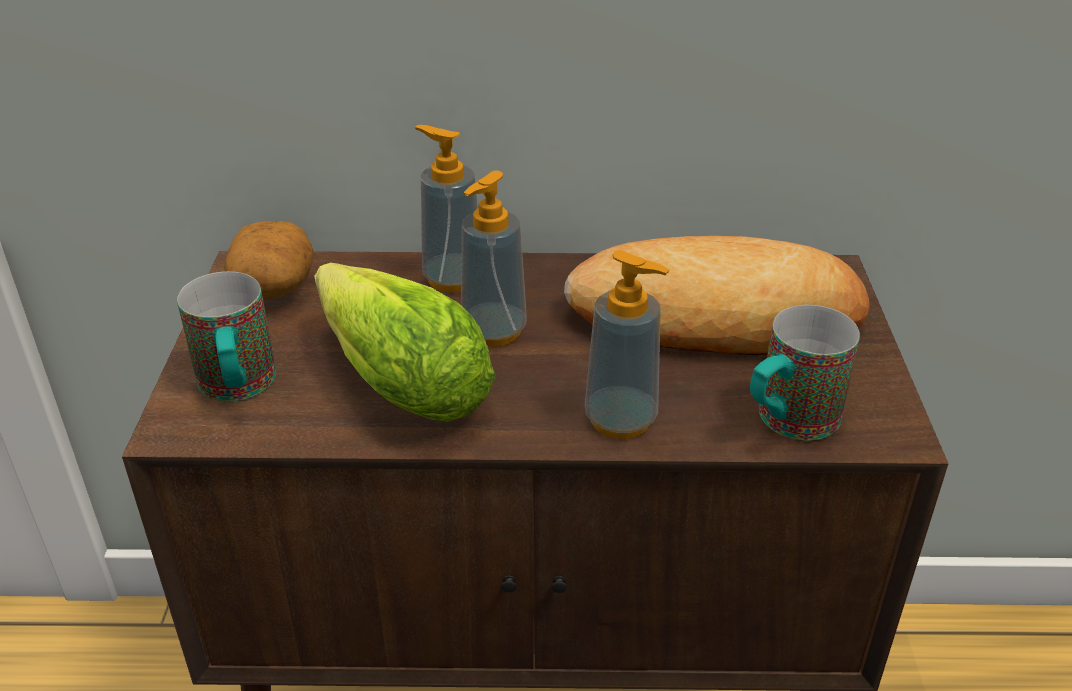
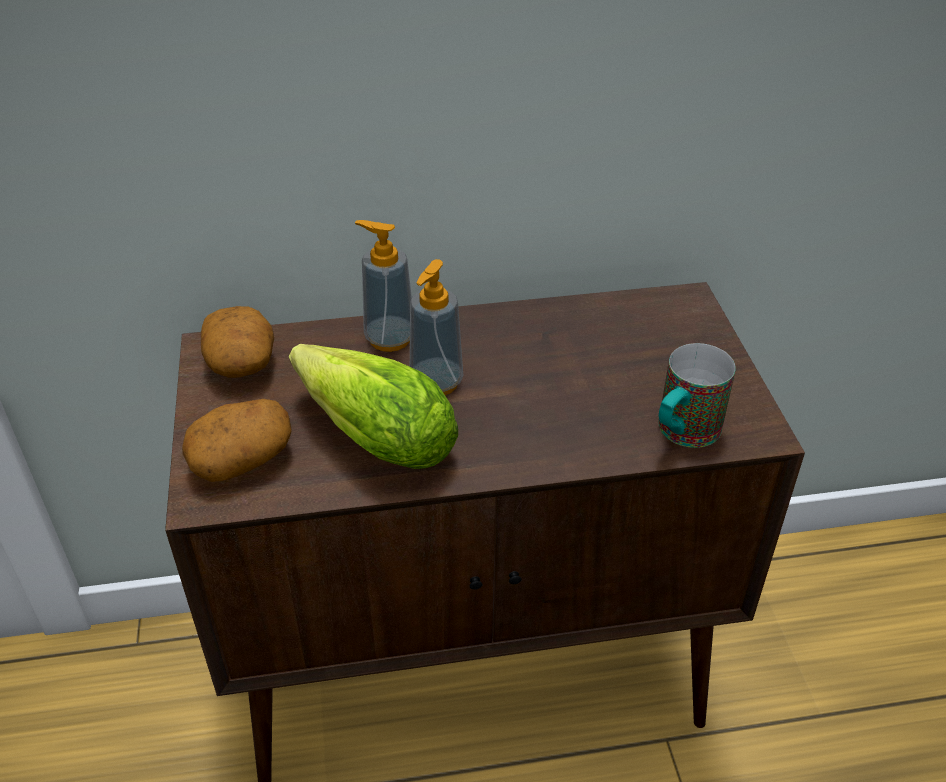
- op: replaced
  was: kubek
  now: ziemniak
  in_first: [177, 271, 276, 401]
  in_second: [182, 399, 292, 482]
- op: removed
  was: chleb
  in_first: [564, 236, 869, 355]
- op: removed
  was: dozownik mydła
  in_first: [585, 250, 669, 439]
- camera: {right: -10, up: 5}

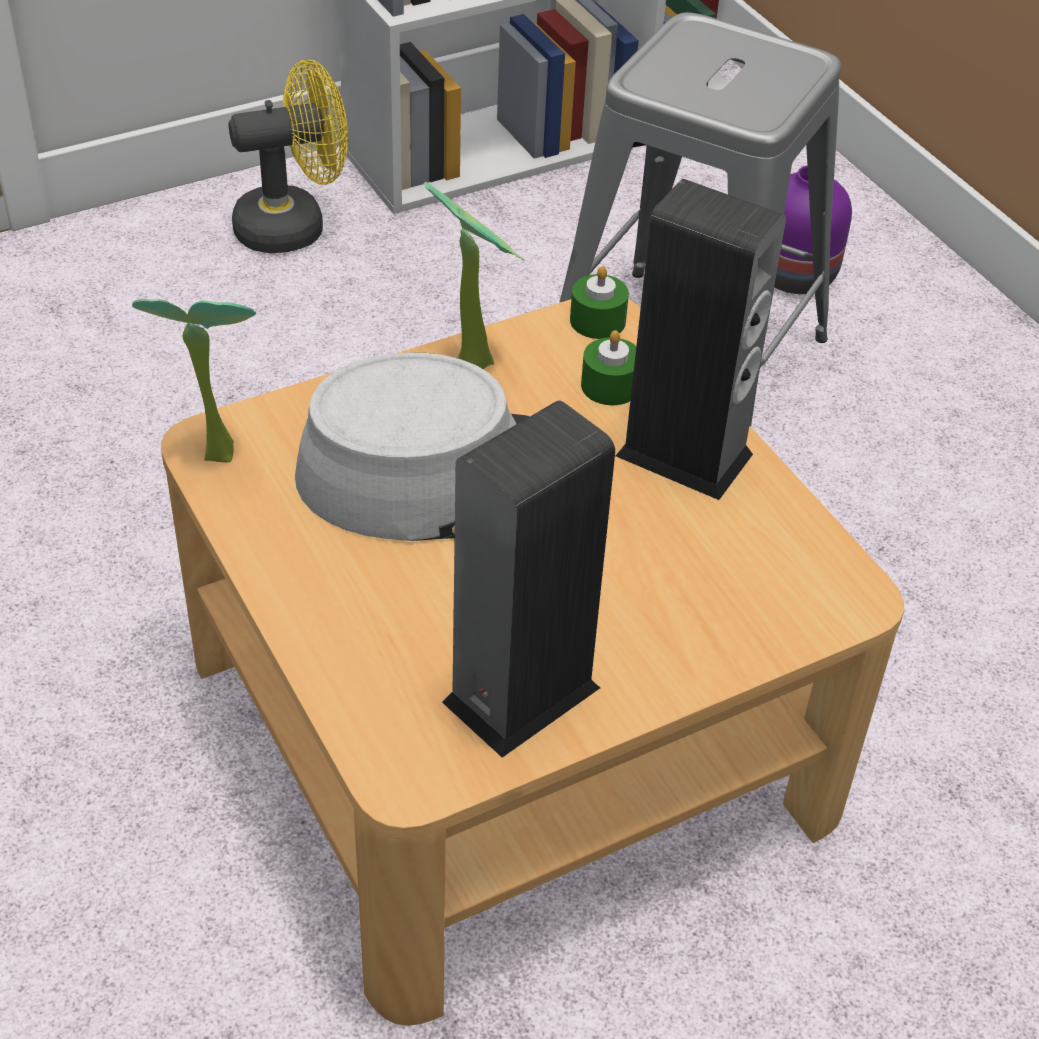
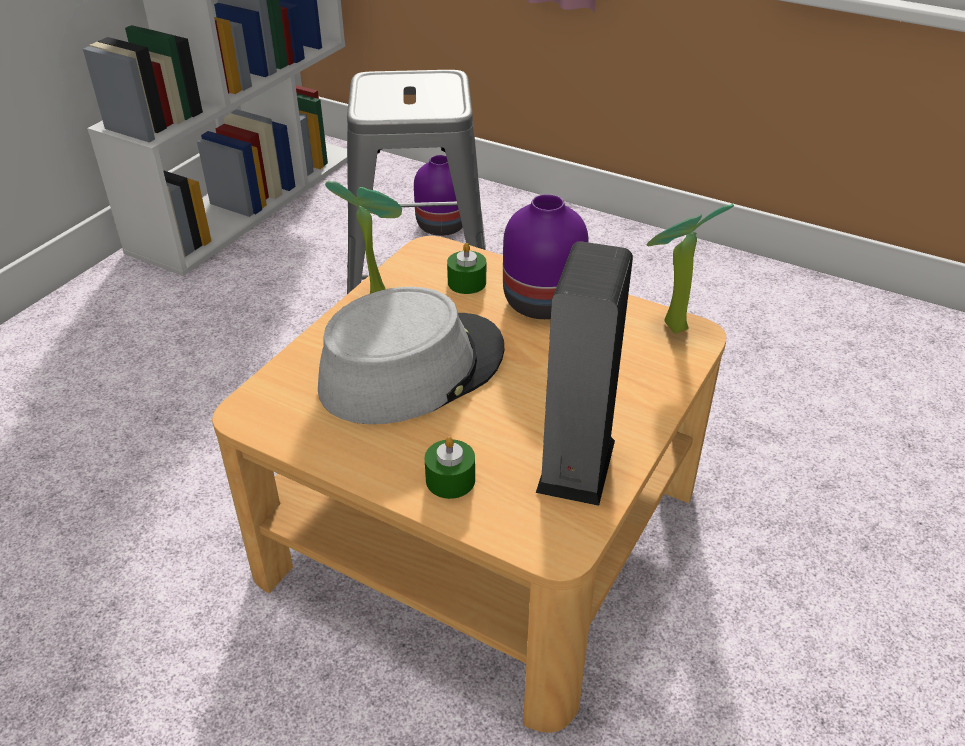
- op: moved
  was: roślina doniczkowa
  in_first: [132, 299, 256, 462]
  in_second: [646, 204, 734, 333]
- op: removed
  was: wentylator [żółty]
  in_first: [229, 59, 348, 254]
- op: moved
  was: świeca [zielony]
  in_first: [570, 266, 629, 339]
  in_second: [425, 437, 475, 499]
- op: replaced
  was: głośnik
  now: wazon [fioletowy]
  in_first: [615, 179, 786, 500]
  in_second: [503, 194, 589, 319]
- camera: {right: -30, up: -5}

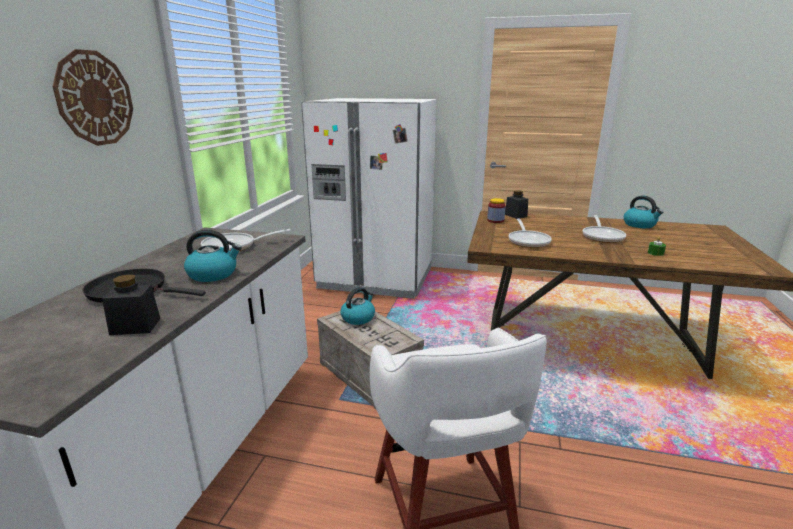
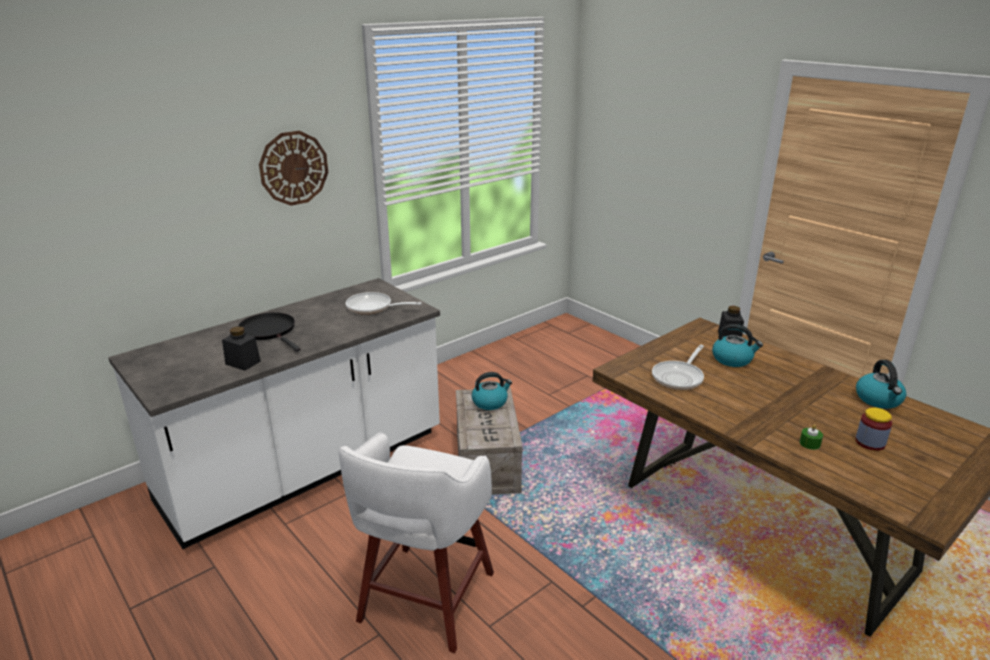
- op: moved
  was: czajnik
  in_first: [184, 230, 242, 282]
  in_second: [712, 324, 763, 367]
- op: removed
  was: lodówka [biały]
  in_first: [301, 98, 436, 299]
- op: moved
  was: słoik
  in_first: [487, 198, 506, 223]
  in_second: [855, 407, 892, 451]
- op: removed
  was: patelnia
  in_first: [583, 215, 626, 243]
- camera: {right: 35, up: 5}

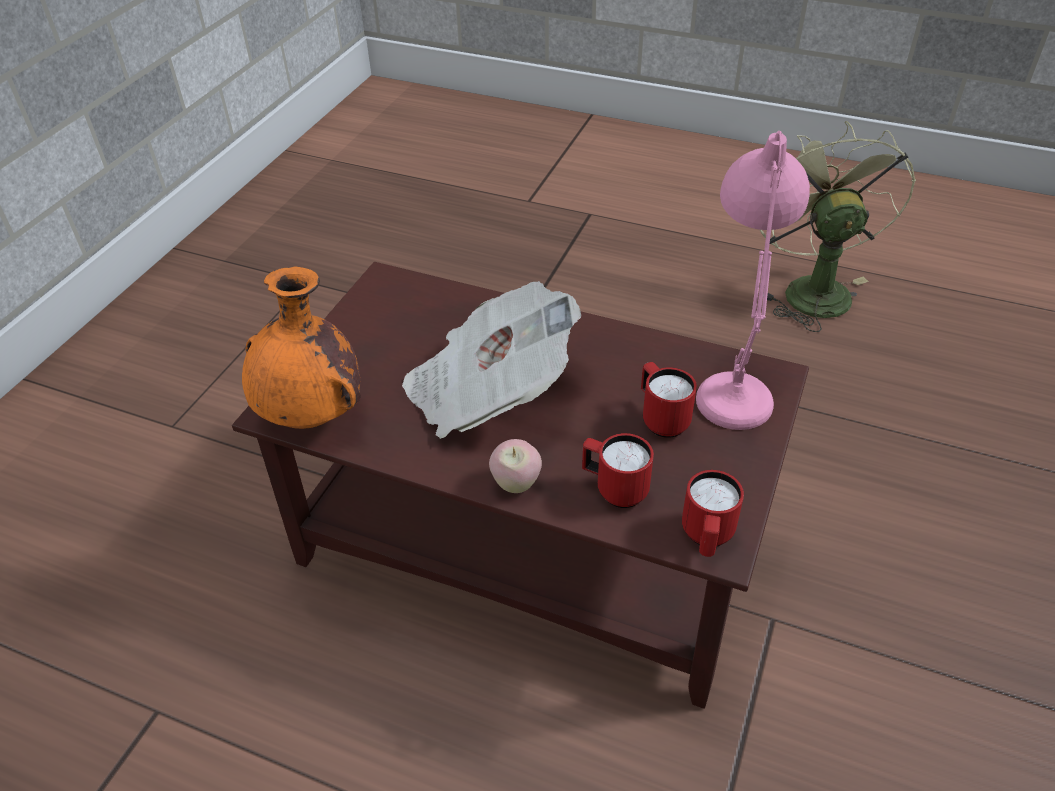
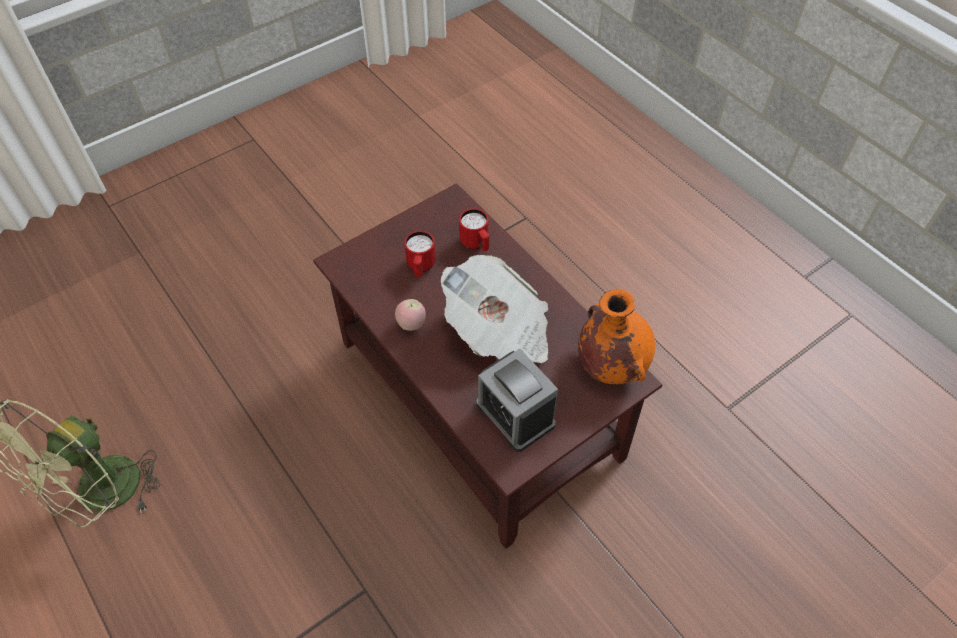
- op: moved
  was: jabłko
  in_first: [489, 439, 542, 493]
  in_second: [395, 299, 426, 331]
- op: removed
  was: kubek [czerwony]
  in_first: [682, 470, 744, 557]
- op: removed
  was: lampa stołowa [różowy]
  in_first: [696, 131, 810, 430]
- op: added
  now: budzik
  in_second: [476, 349, 558, 452]
- camera: {right: -150, up: 10}

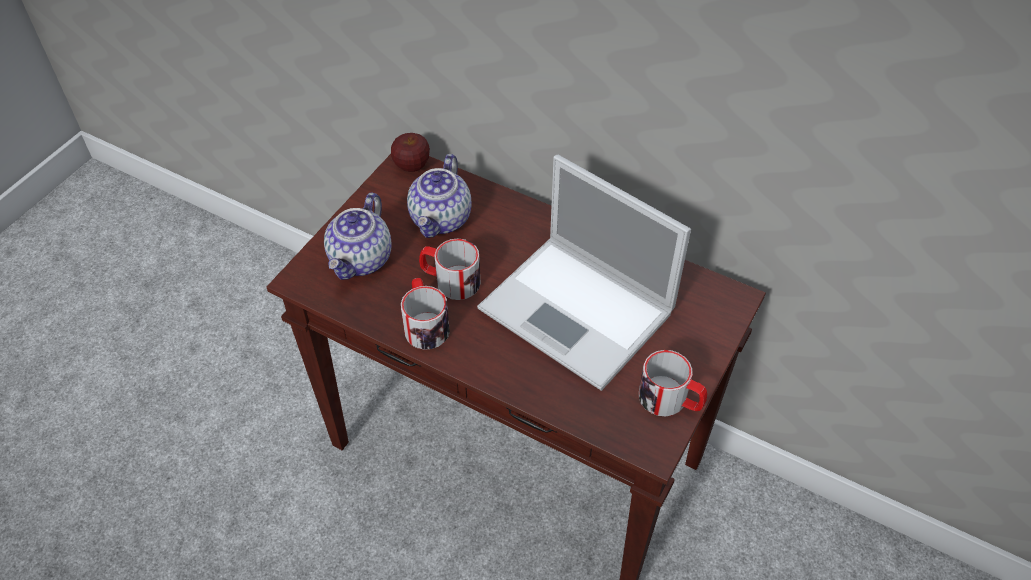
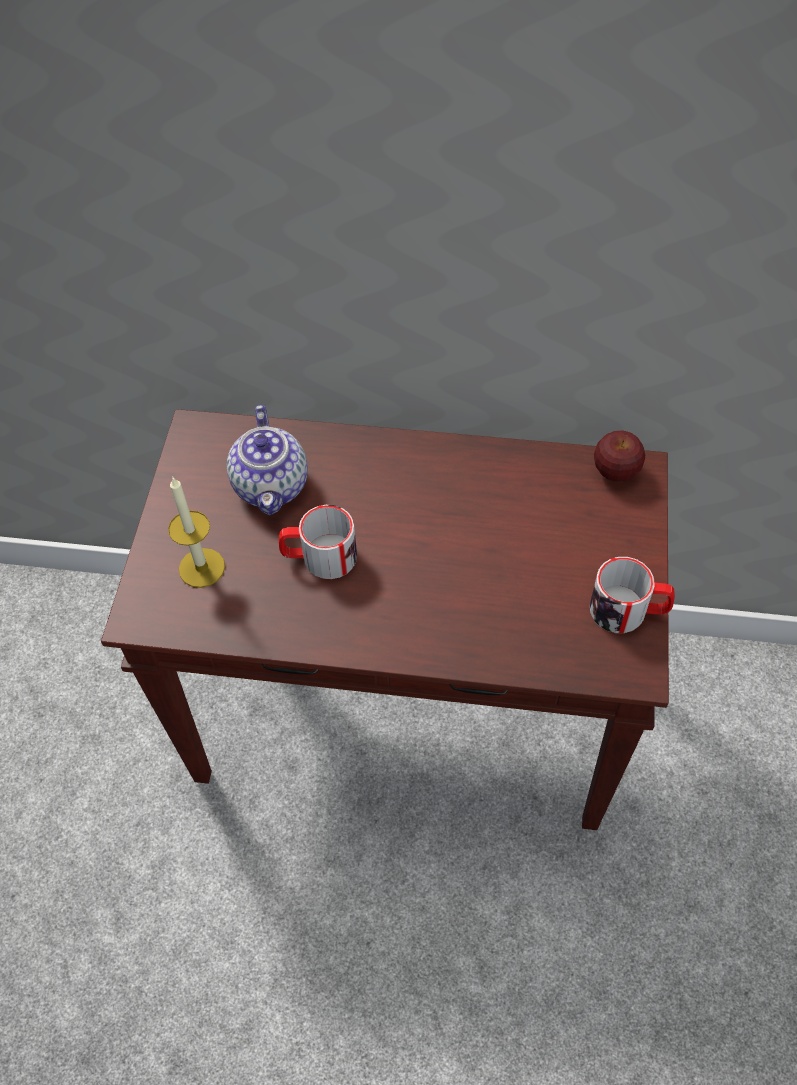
- op: replaced
  was: imbryk
  now: świeca
  in_first: [324, 193, 392, 280]
  in_second: [168, 478, 225, 588]
- op: moved
  was: jabłko
  in_first: [391, 133, 430, 172]
  in_second: [594, 431, 645, 482]
- op: removed
  was: kubek
  in_first: [401, 278, 450, 350]
- op: removed
  was: laptop
  in_first: [477, 155, 691, 391]
- camera: {right: -20, up: 5}

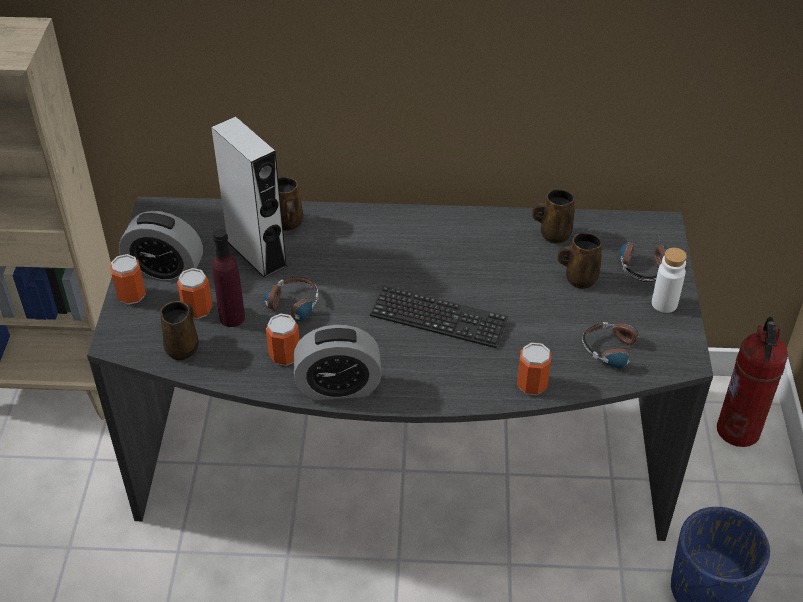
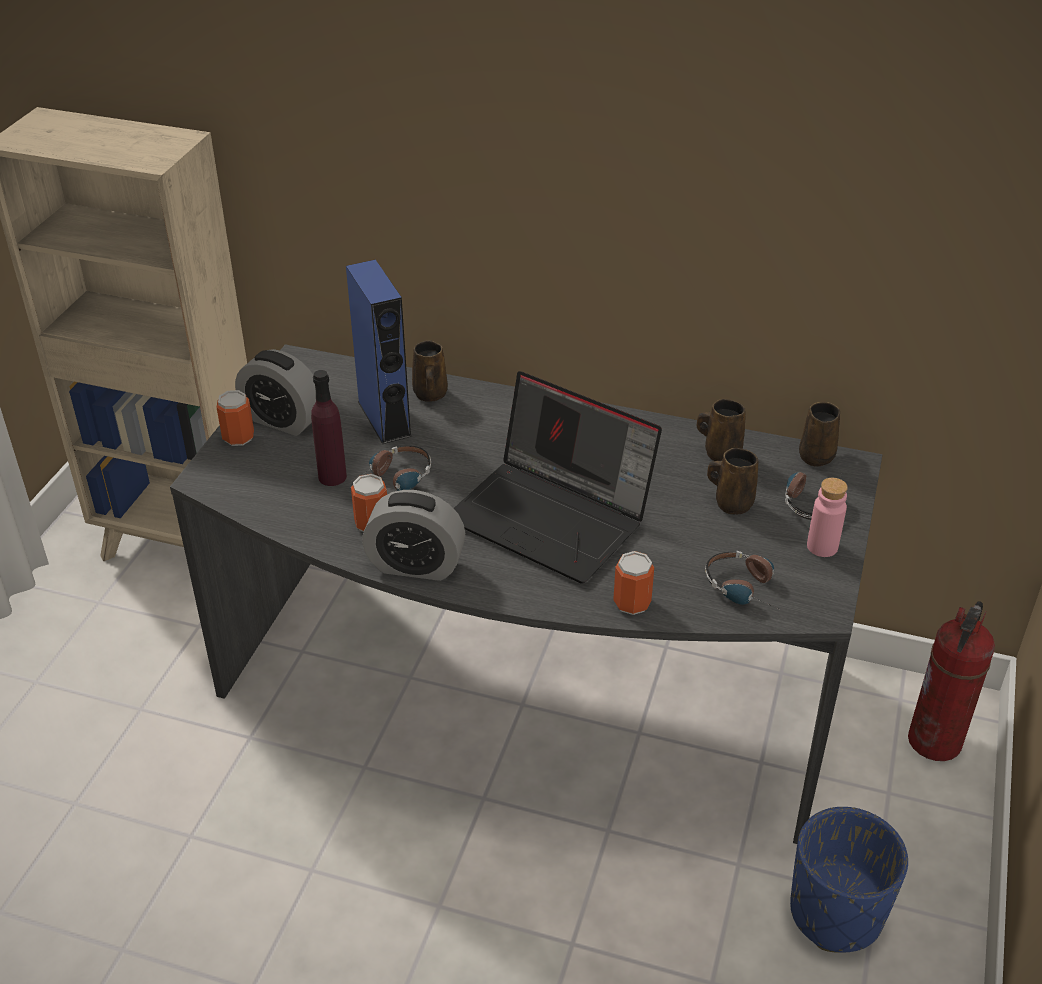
- op: moved
  was: kubek [brązowy]
  in_first: [160, 301, 199, 360]
  in_second: [799, 402, 840, 467]
- op: removed
  was: puszka
  in_first: [177, 268, 213, 319]
- op: recoloured
  was: głośnik [szary]
  now: głośnik [niebieski]
  in_first: [211, 116, 288, 278]
  in_second: [346, 259, 412, 444]
- op: replaced
  was: klawiatura
  now: laptop
  in_first: [370, 285, 508, 348]
  in_second: [453, 371, 662, 584]
- op: recoloured
  was: butelka [biały]
  now: butelka [różowy]
  in_first: [652, 248, 687, 313]
  in_second: [807, 478, 848, 557]
- camera: {right: 15, up: -5}

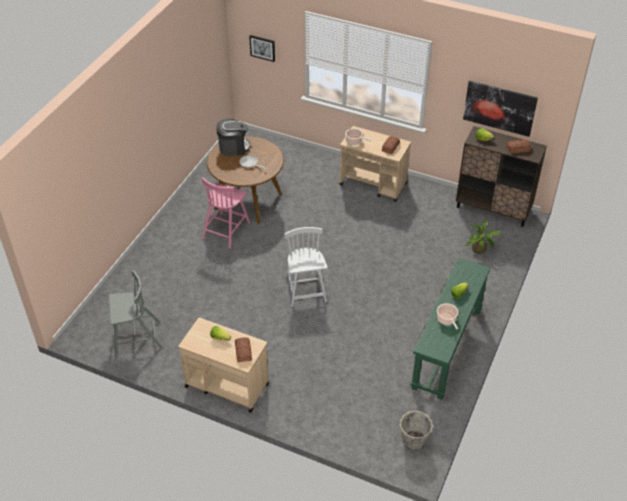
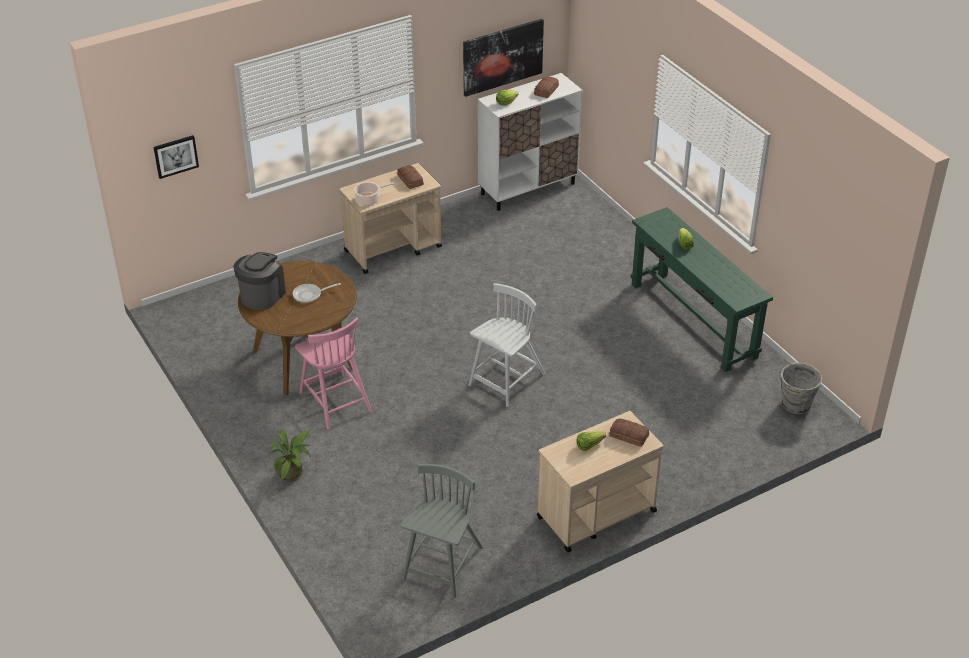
- op: turned
  was: krzesło [biały]
  in_first: [285, 227, 328, 307]
  in_second: [469, 283, 545, 407]
  clockwise: 105
- op: removed
  was: garnek
  in_first: [437, 303, 459, 329]
- op: recoloured
  was: szafka [brązowy]
  now: szafka [biały]
  in_first: [456, 126, 547, 227]
  in_second: [478, 73, 583, 211]
- op: moved
  was: roślina doniczkowa
  in_first: [465, 221, 502, 254]
  in_second: [269, 430, 312, 482]
- camera: {right: -55, up: -5}

